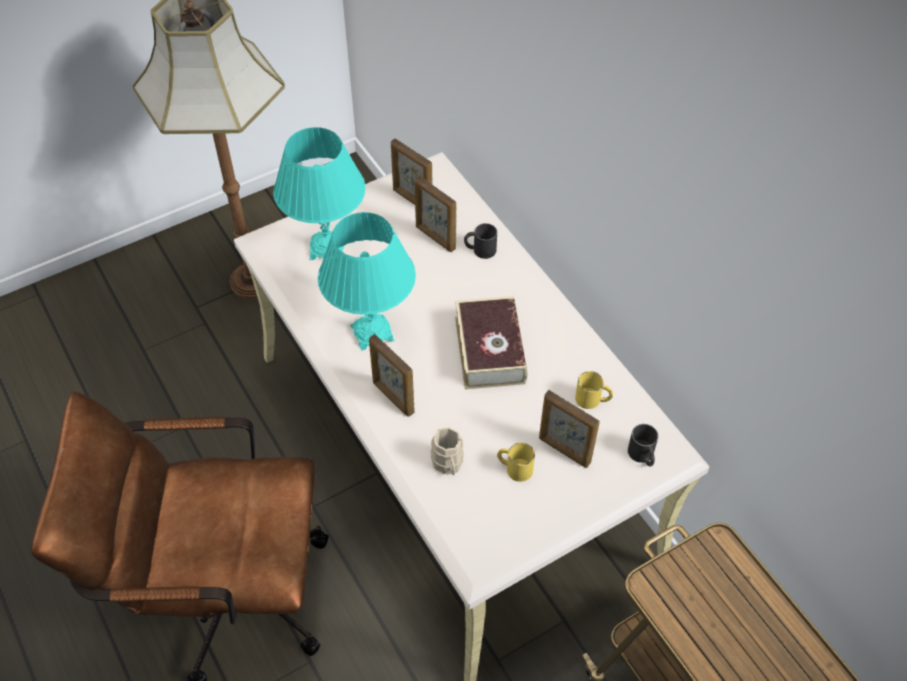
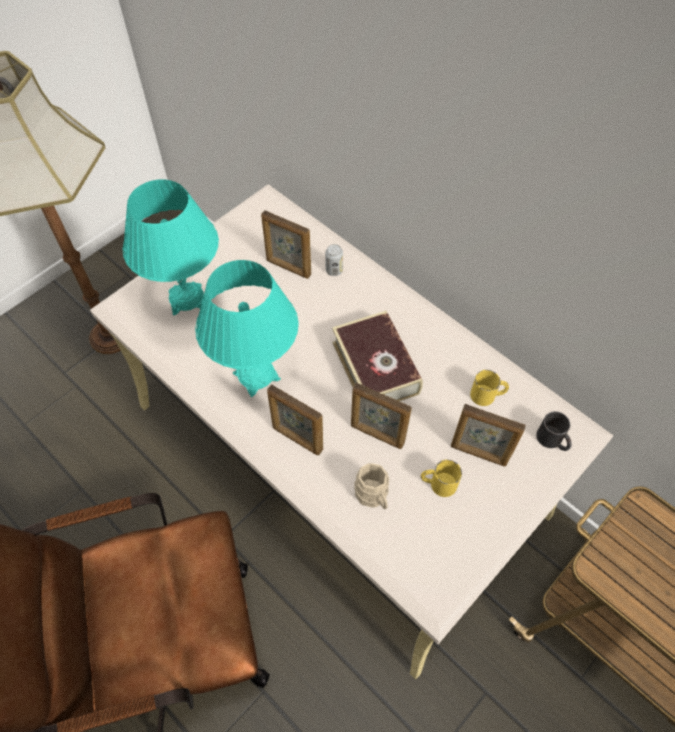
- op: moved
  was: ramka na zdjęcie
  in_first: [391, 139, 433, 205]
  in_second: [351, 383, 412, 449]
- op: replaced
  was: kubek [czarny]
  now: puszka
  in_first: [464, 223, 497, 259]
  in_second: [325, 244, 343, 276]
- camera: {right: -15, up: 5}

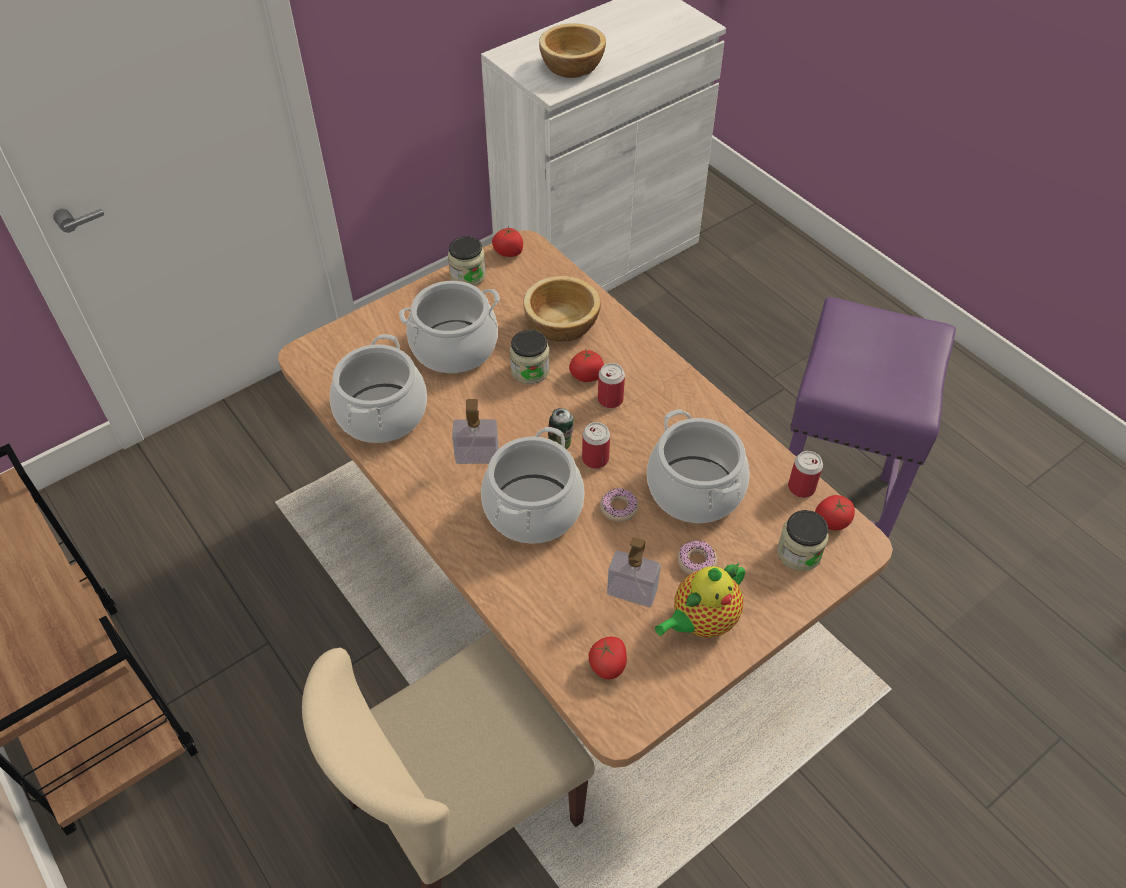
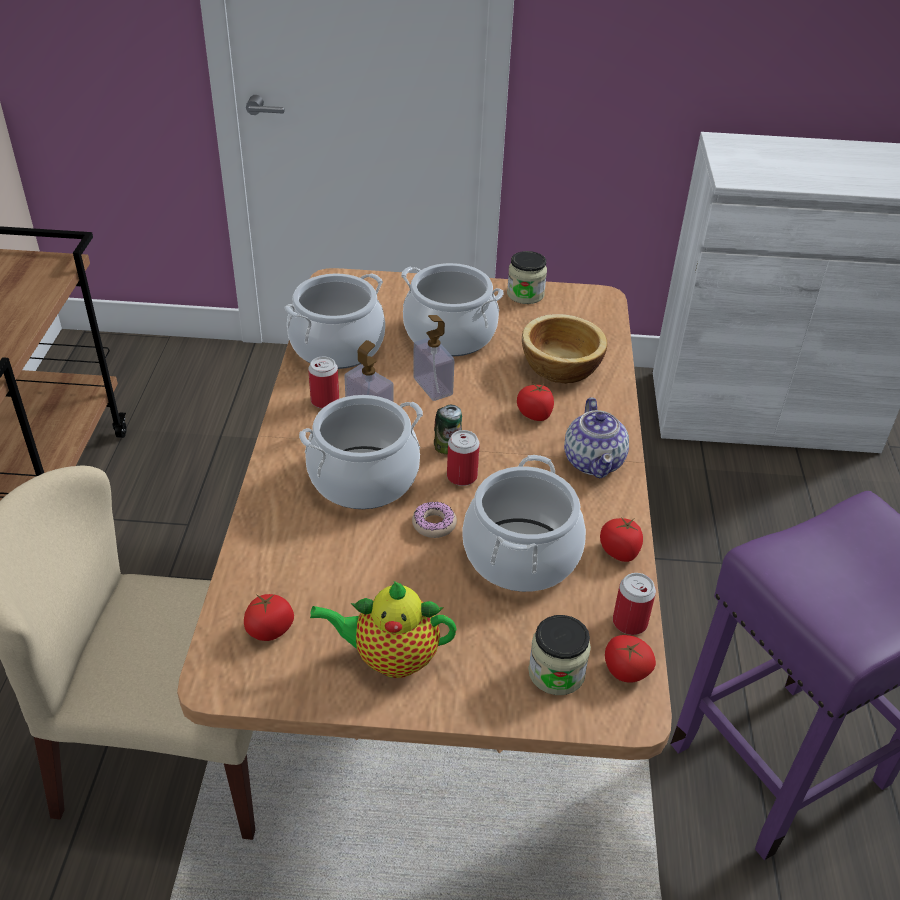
- op: moved
  was: pomidor
  in_first: [492, 226, 523, 257]
  in_second: [600, 517, 643, 562]
- op: removed
  was: słoik
  in_first: [510, 330, 549, 384]
- op: removed
  was: miska
  in_first: [539, 23, 606, 78]
- op: moved
  was: puszka
  in_first: [598, 363, 625, 408]
  in_second: [308, 357, 339, 409]
- op: moved
  was: dozownik mydła
  in_first: [607, 537, 661, 607]
  in_second: [413, 315, 454, 401]
- op: removed
  was: donut
  in_first: [677, 541, 718, 575]
- op: added
  now: imbryk
  in_second: [564, 397, 629, 478]
- camera: {right: 40, up: -10}

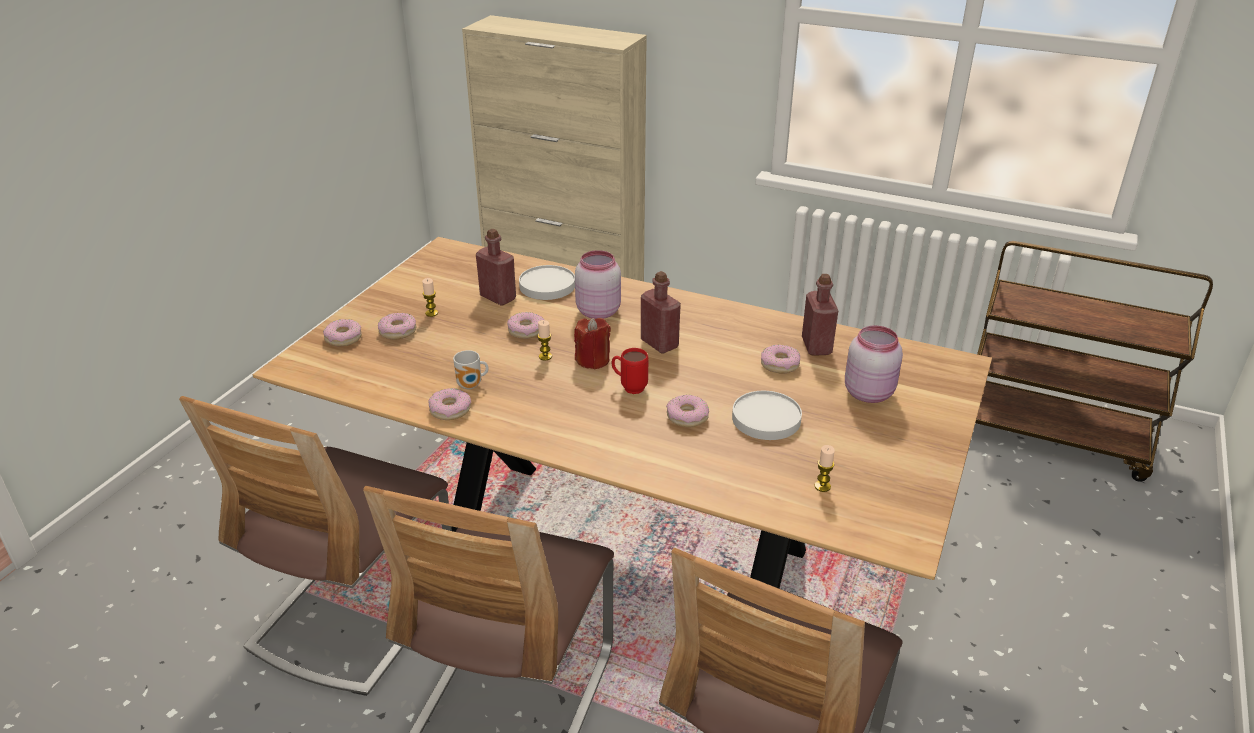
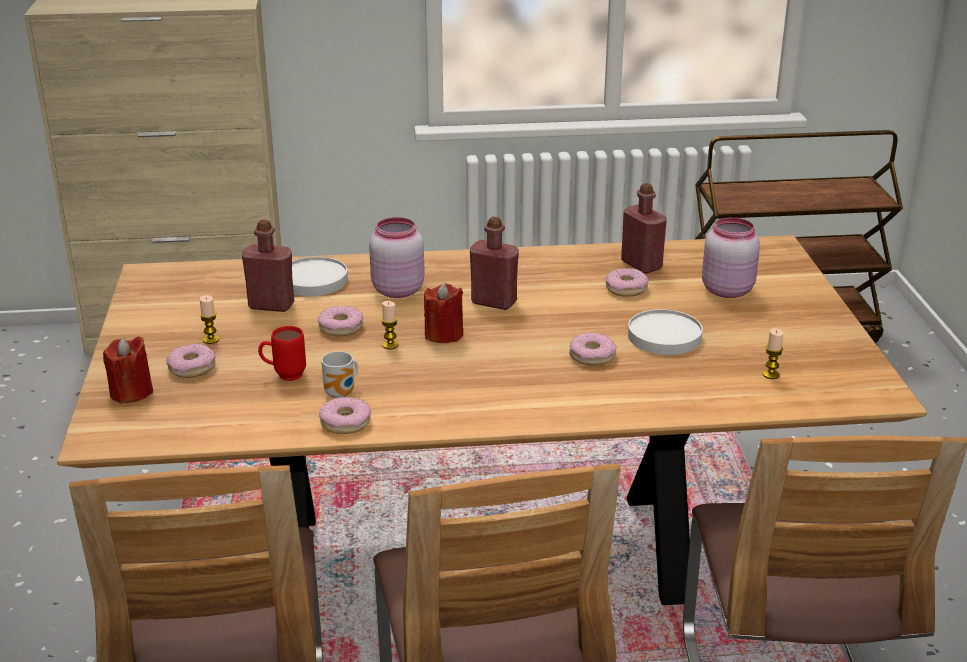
- op: replaced
  was: donut
  now: świeca [czerwony]
  in_first: [323, 319, 362, 346]
  in_second: [103, 336, 153, 404]
- op: moved
  was: kubek [czerwony]
  in_first: [611, 348, 648, 394]
  in_second: [258, 326, 306, 381]
- camera: {right: -30, up: -5}

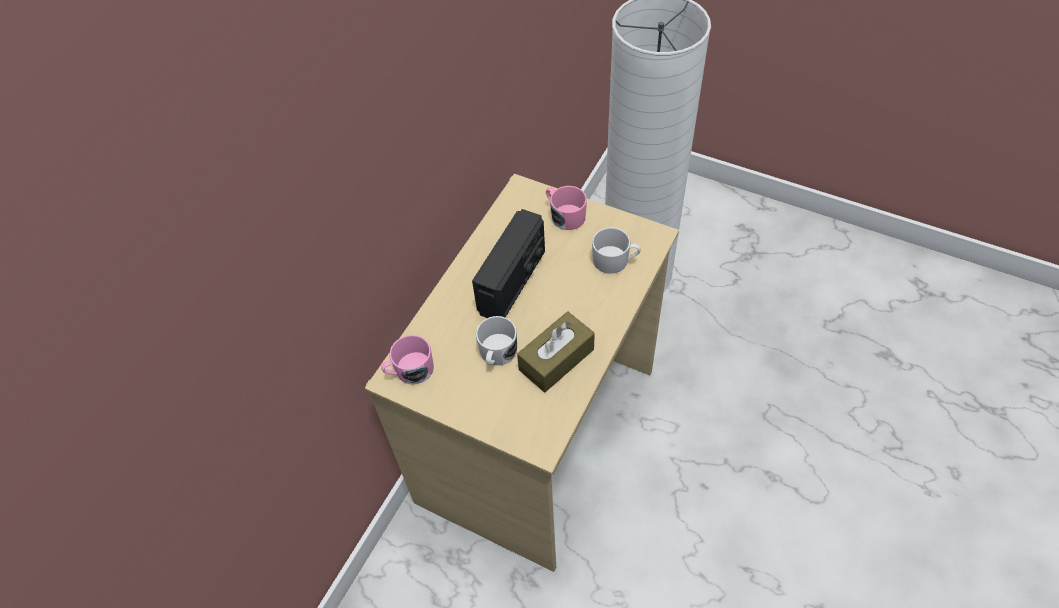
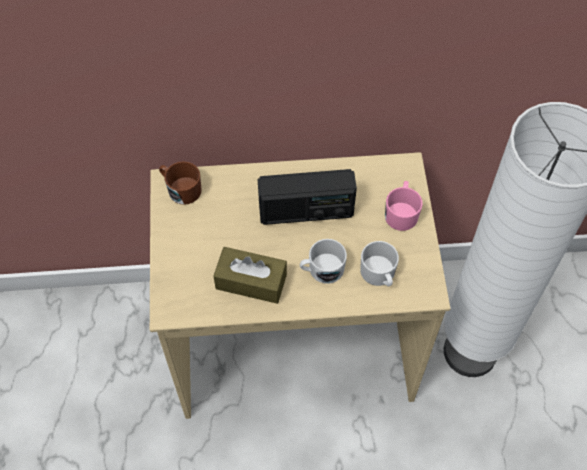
- op: recoloured
  was: kubek [różowy]
  now: kubek [brązowy]
  in_first: [381, 335, 434, 385]
  in_second: [159, 161, 202, 205]
- op: moved
  was: kubek [biały]
  in_first: [476, 316, 517, 365]
  in_second: [300, 239, 347, 284]
- camera: {right: 55, up: 5}

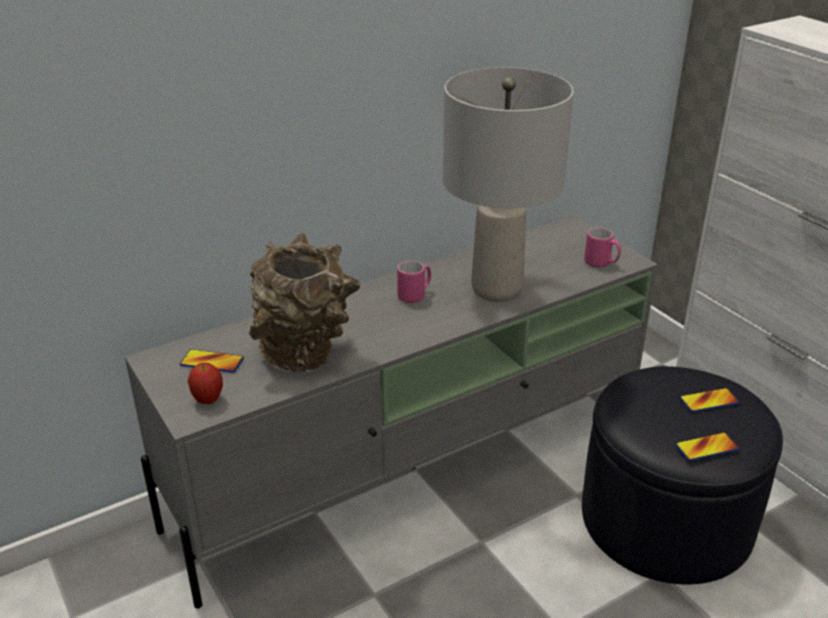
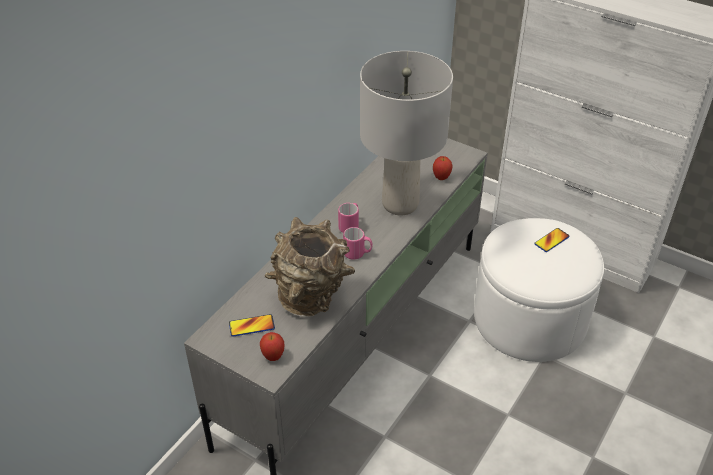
- op: recoloured
  was: pufa [czarny]
  now: pufa [biały]
  in_first: [582, 366, 783, 585]
  in_second: [474, 218, 604, 362]
- op: moved
  was: kubek [różowy]
  in_first: [584, 227, 621, 267]
  in_second: [343, 227, 373, 260]
- op: removed
  was: telefon
  in_first: [675, 432, 740, 461]
- op: added
  now: jabłko
  in_second: [433, 156, 453, 180]
- camera: {right: -25, up: 10}

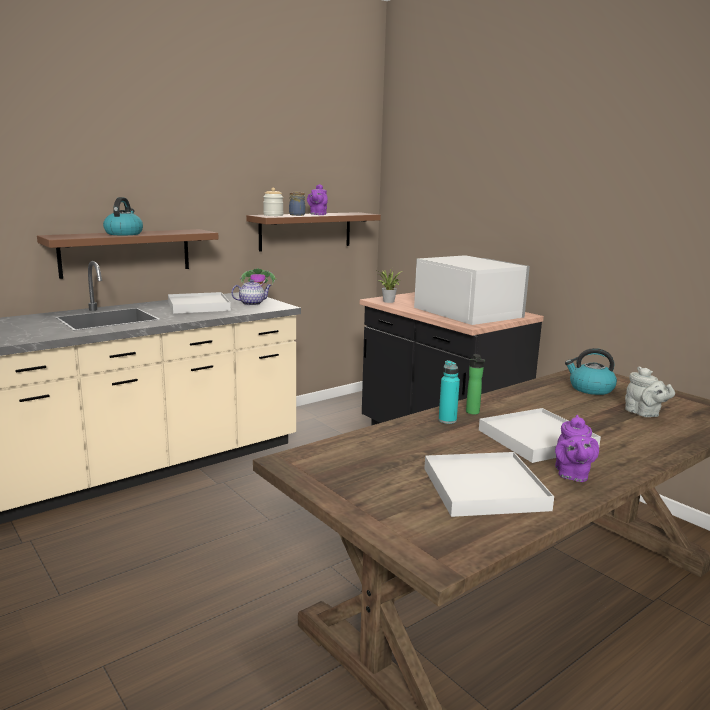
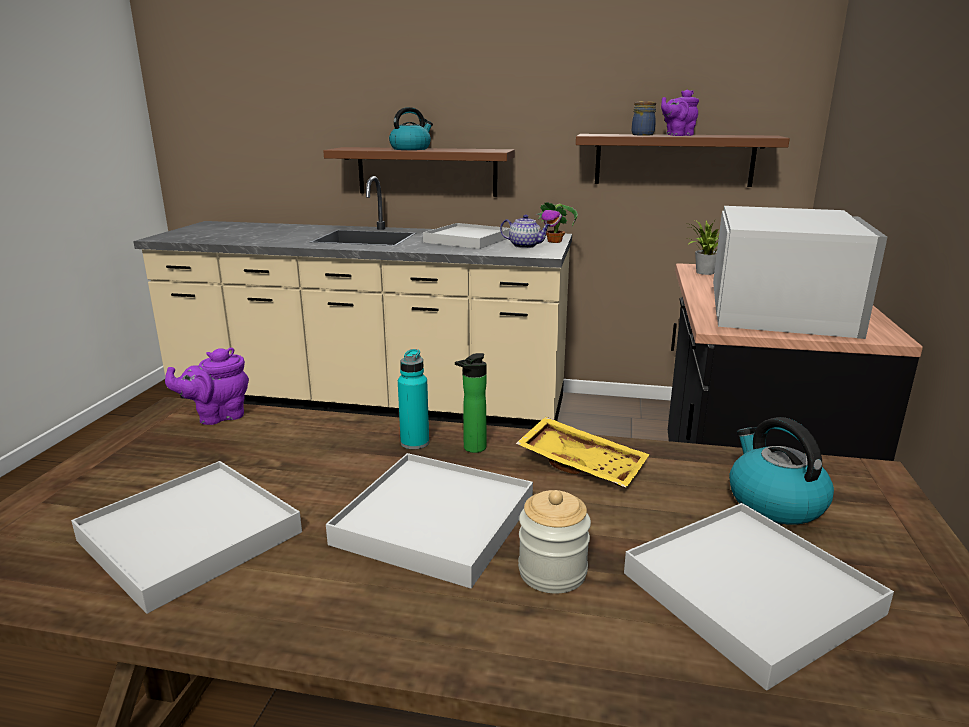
- op: moved
  was: słoik
  in_first: [263, 188, 284, 216]
  in_second: [518, 490, 591, 594]
- op: moved
  was: imbryk [fioletowy]
  in_first: [555, 415, 599, 482]
  in_second: [165, 348, 249, 425]
- op: replaced
  was: imbryk [szary]
  now: taca [biały]
  in_first: [625, 366, 675, 417]
  in_second: [624, 503, 894, 691]
- op: added
  now: taca [żółty]
  in_second: [516, 417, 649, 488]
- camera: {right: 50, up: 5}

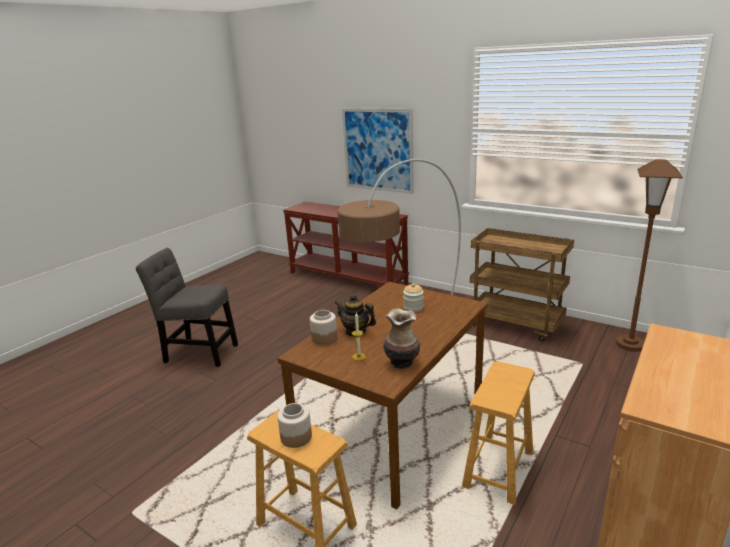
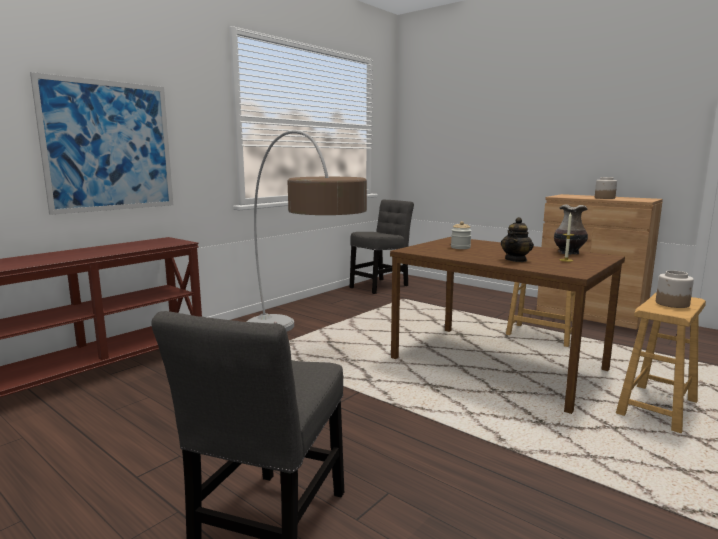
- op: moved
  was: słoik
  in_first: [310, 310, 337, 345]
  in_second: [595, 177, 617, 199]
- op: removed
  was: wózek [brązowy]
  in_first: [470, 228, 574, 342]
- op: replaced
  was: lampa stojąca [brązowy]
  now: krzesło [szary]
  in_first: [616, 159, 683, 352]
  in_second: [349, 200, 414, 294]
- camera: {right: -85, up: -10}

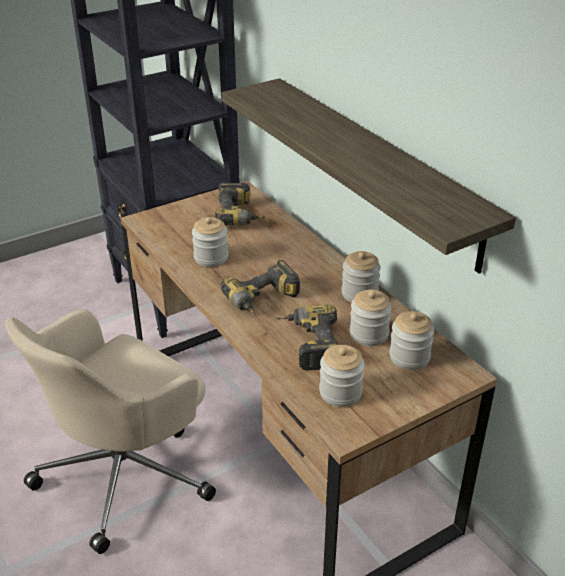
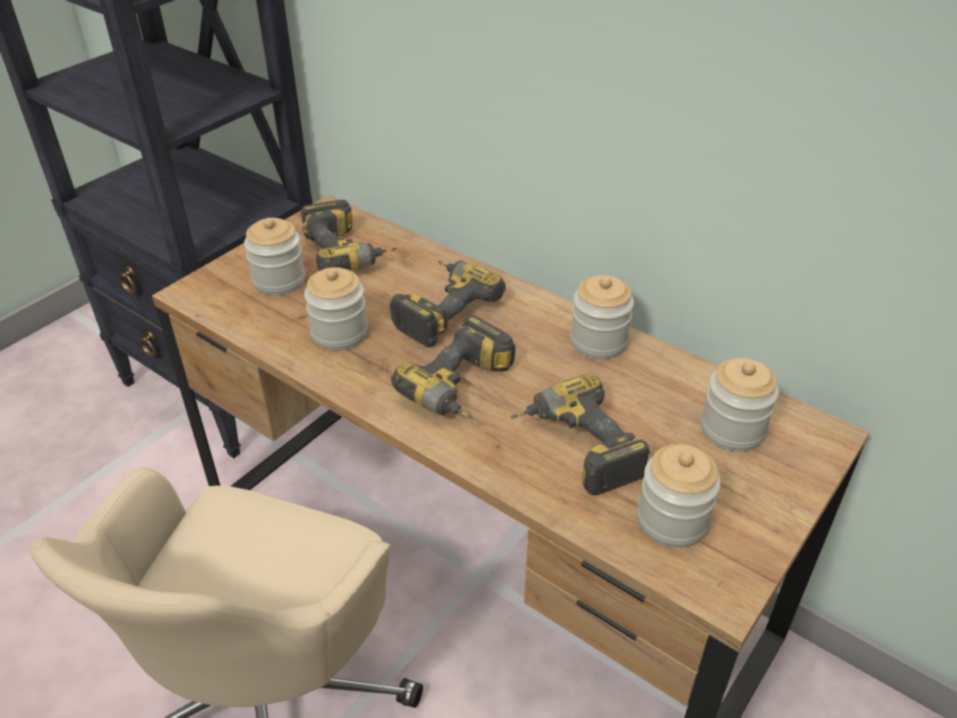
- op: removed
  was: półka
  in_first: [222, 78, 516, 274]
- op: moved
  was: słoik
  in_first: [350, 289, 392, 346]
  in_second: [244, 218, 305, 295]
- op: added
  now: wiertarka
  in_second: [389, 260, 506, 347]
- camera: {right: -20, up: 5}

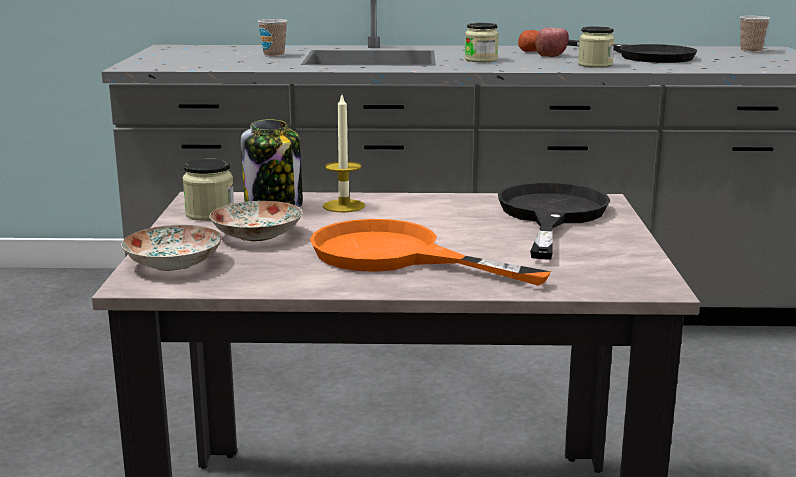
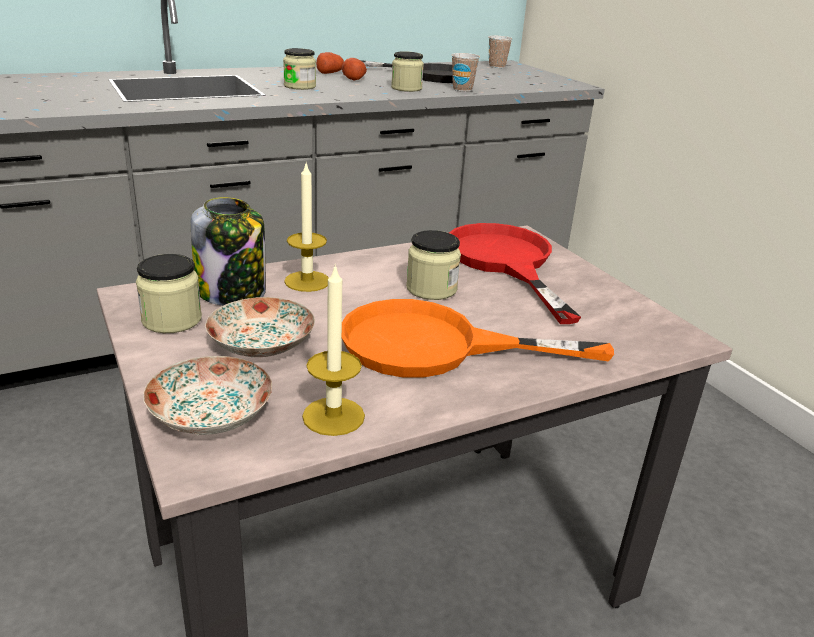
- op: moved
  was: filiżanka
  in_first: [258, 19, 288, 57]
  in_second: [451, 53, 480, 92]
- op: recoloured
  was: patelnia [czarny]
  now: patelnia [czerwony]
  in_first: [498, 182, 610, 259]
  in_second: [449, 223, 581, 324]
- op: replaced
  was: jabłko
  now: ziemniak
  in_first: [535, 27, 569, 57]
  in_second: [342, 58, 367, 81]
- op: added
  now: świeca
  in_second: [302, 264, 365, 436]
- op: added
  now: słoik
  in_second: [406, 230, 461, 300]
- camera: {right: -30, up: 10}

